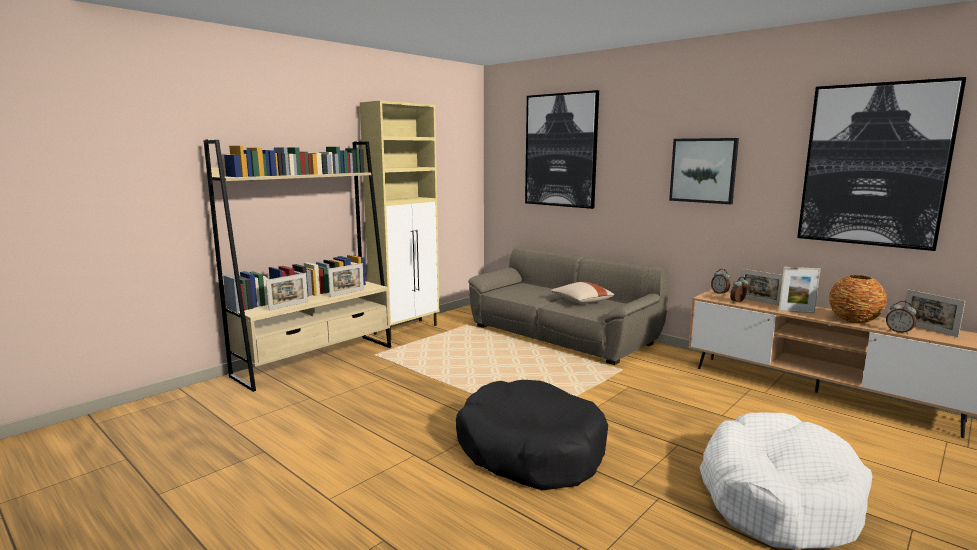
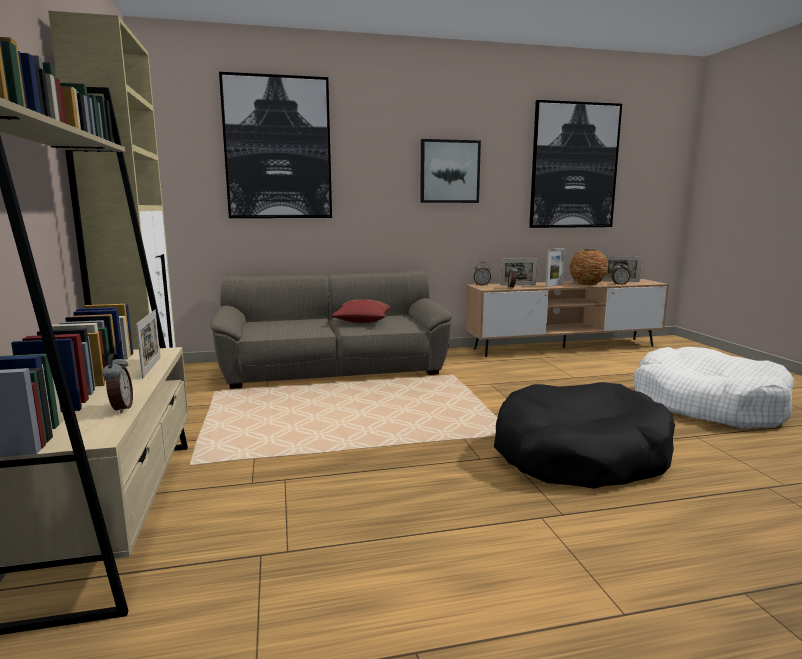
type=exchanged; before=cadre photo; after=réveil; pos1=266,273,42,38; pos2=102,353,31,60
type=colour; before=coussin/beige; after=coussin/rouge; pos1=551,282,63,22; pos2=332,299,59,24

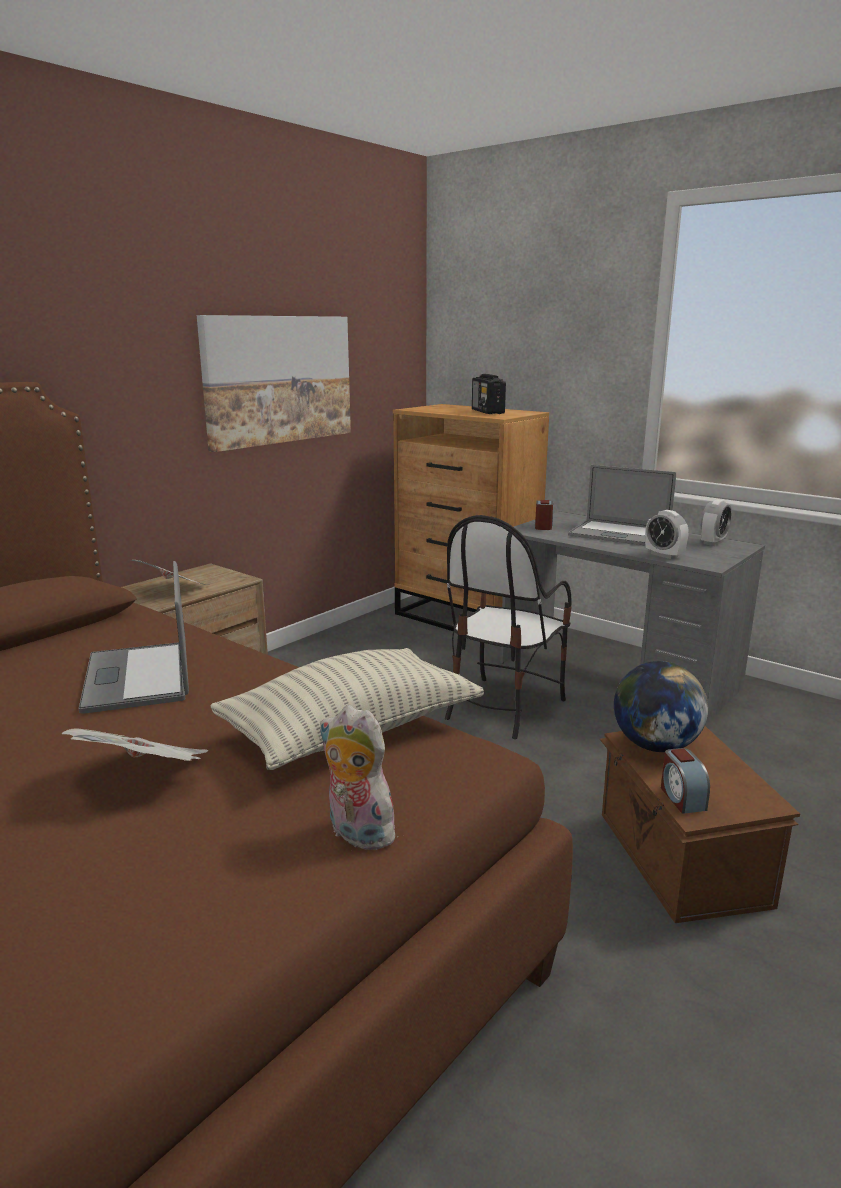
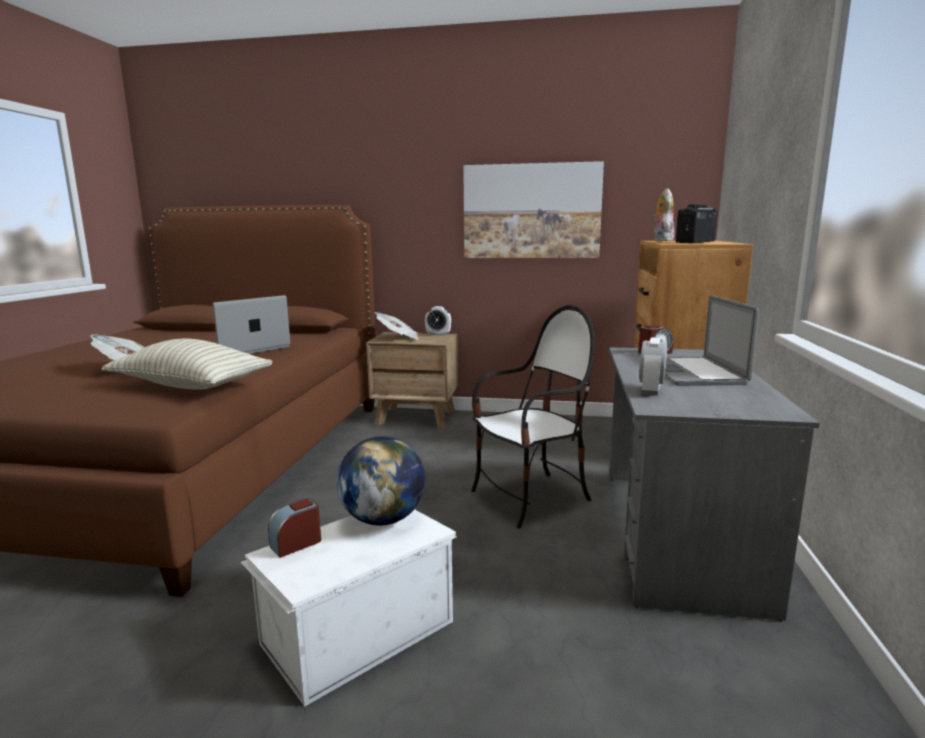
type=relocated; before=peluche; pos1=319,705,79,145; pos2=652,189,23,52
type=relocated; before=réveil; pos1=701,499,31,47; pos2=425,306,26,30
type=colour; before=boîte de rangement/marron; after=boîte de rangement/blanc; pos1=600,726,200,197; pos2=241,509,216,198
type=spun; before=chaise; pos1=445,515,127,224; pos2=471,305,124,223; turn=150

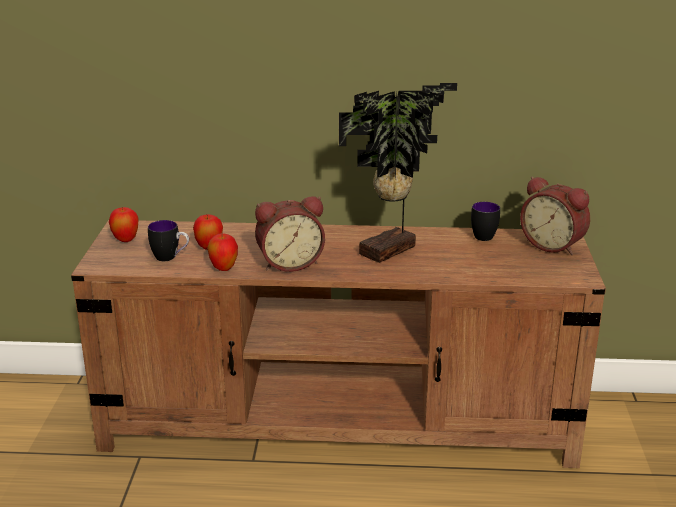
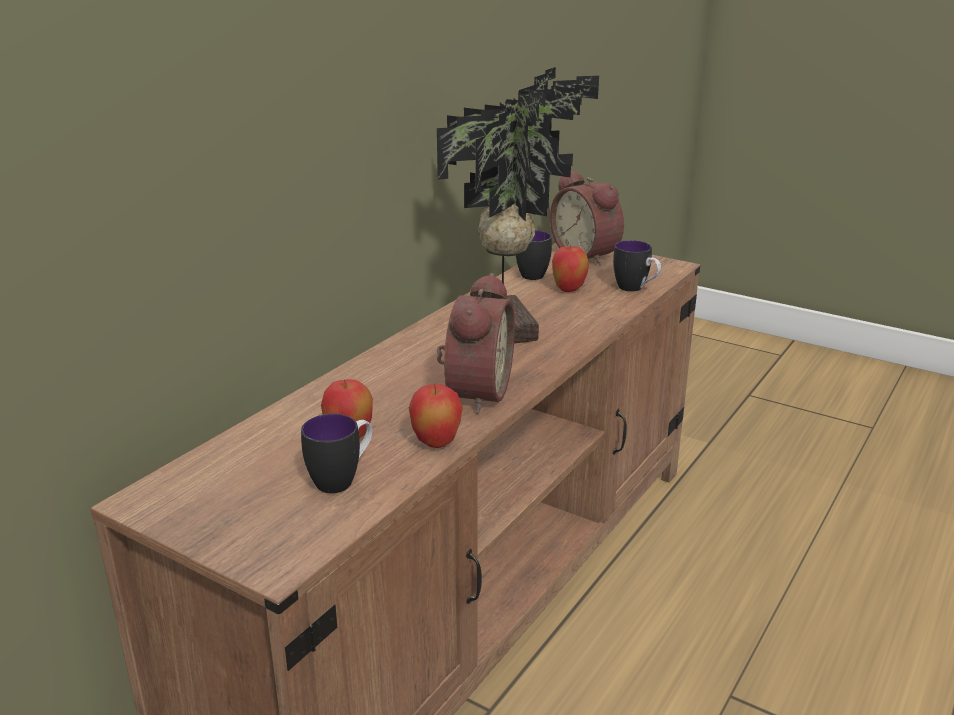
type=appeared; after=mug; pos2=613,240,48,52
type=relocated; before=pomme; pos1=109,207,30,35; pos2=552,245,37,47
type=spun; before=réveil; pos1=520,176,70,79; pos2=550,171,74,95; turn=75

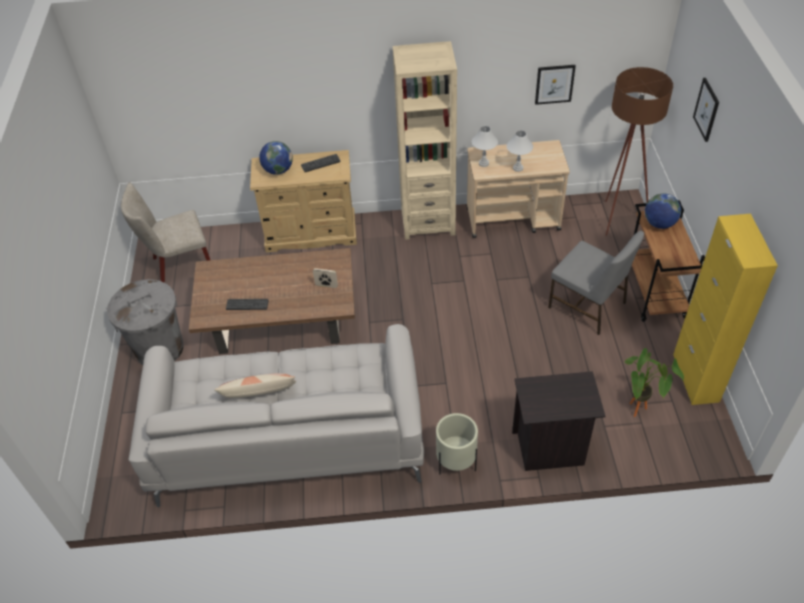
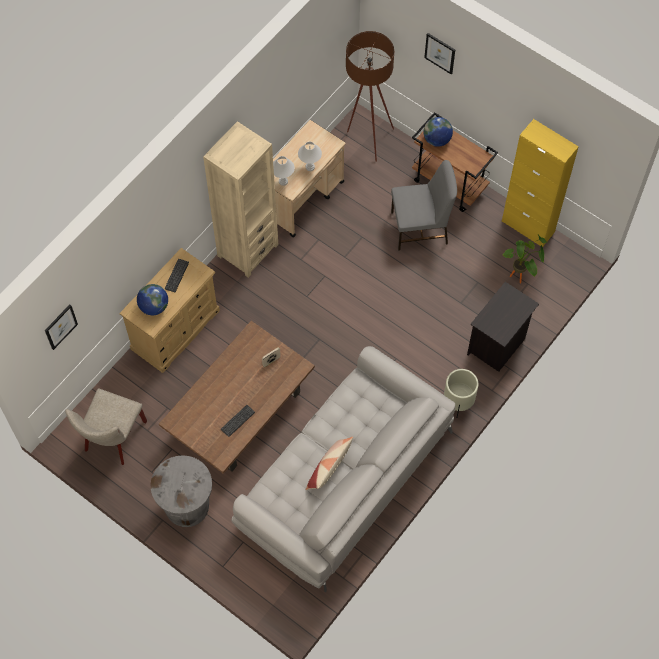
type=relocated; before=tableau; pos1=535,65,41,40; pos2=45,305,33,45

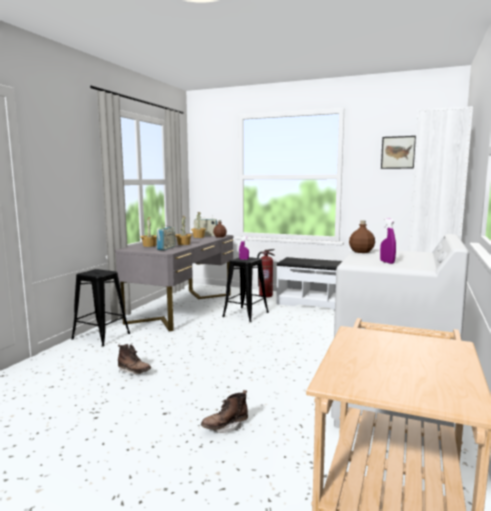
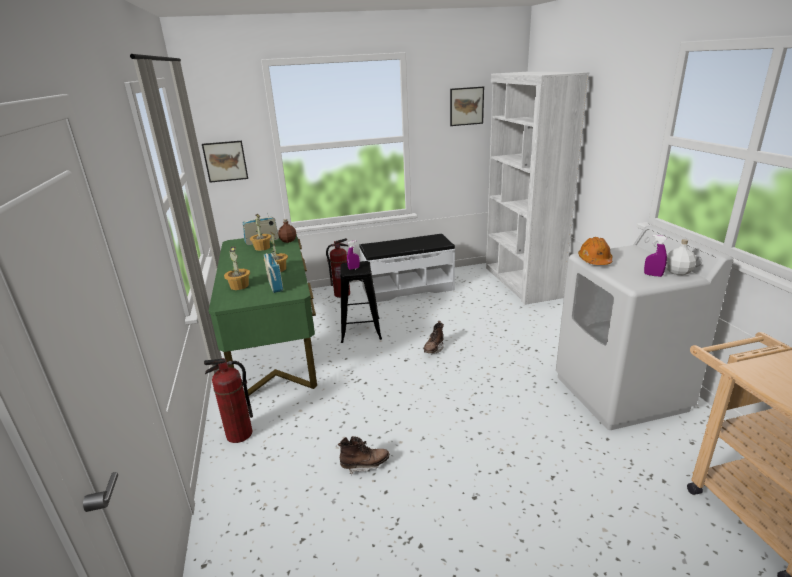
type=appeared; after=tableau; pos2=202,141,46,42
type=appeared; after=bouteille/blanc; pos2=666,239,30,36
type=relocated; before=botte/marron; pos1=201,390,47,43; pos2=423,321,21,32
type=exchanged; before=tabouret/noir; after=extincteur; pos1=71,269,59,77; pos2=204,358,49,85
type=exchanged; before=bouteille/marron; after=casque de chantier/orange; pos1=349,221,26,32; pos2=578,237,34,28
type=colour; before=bureau/gris; after=bureau/vert; pos1=115,233,119,98; pos2=209,234,108,164

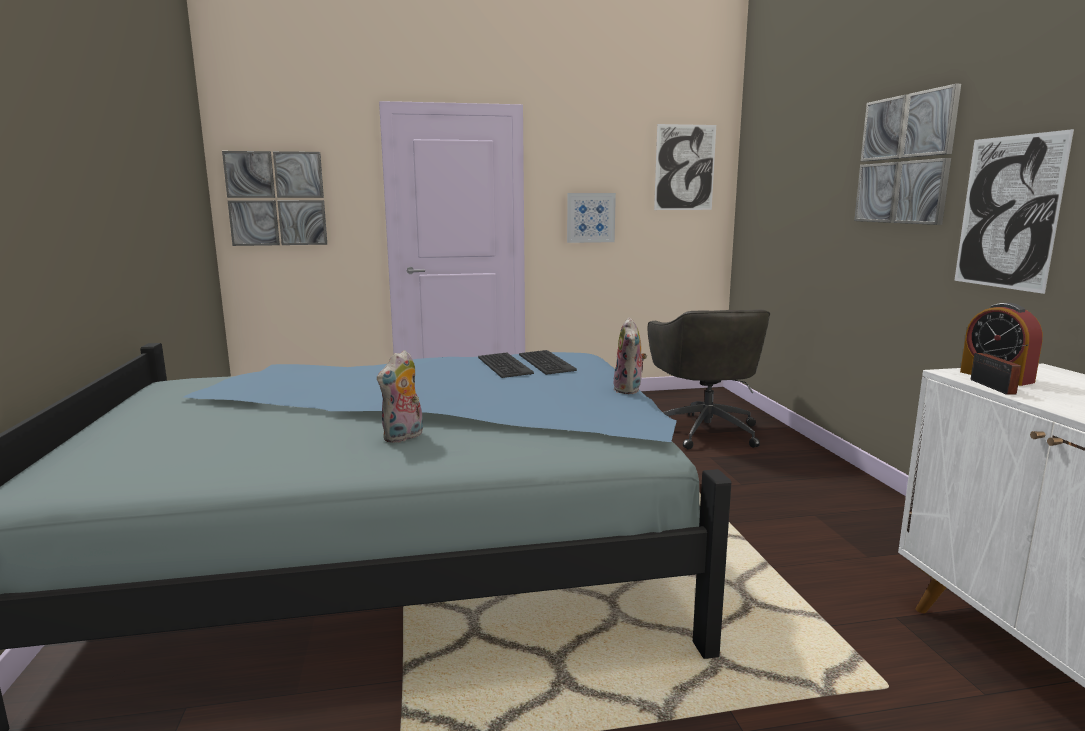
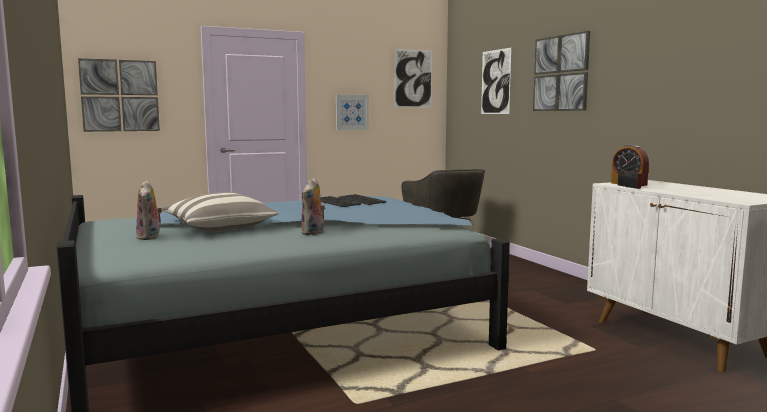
type=appeared; after=coussin; pos2=162,192,117,40
type=relocated; before=peluche; pos1=613,317,34,77; pos2=136,180,26,60
type=relocated; before=tableau; pos1=954,129,120,165; pos2=481,47,31,67

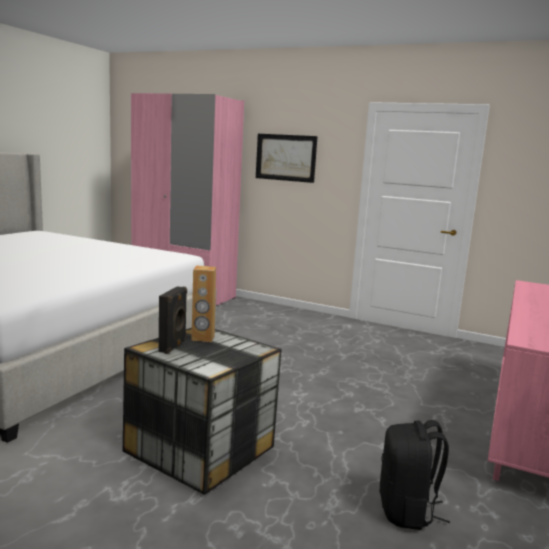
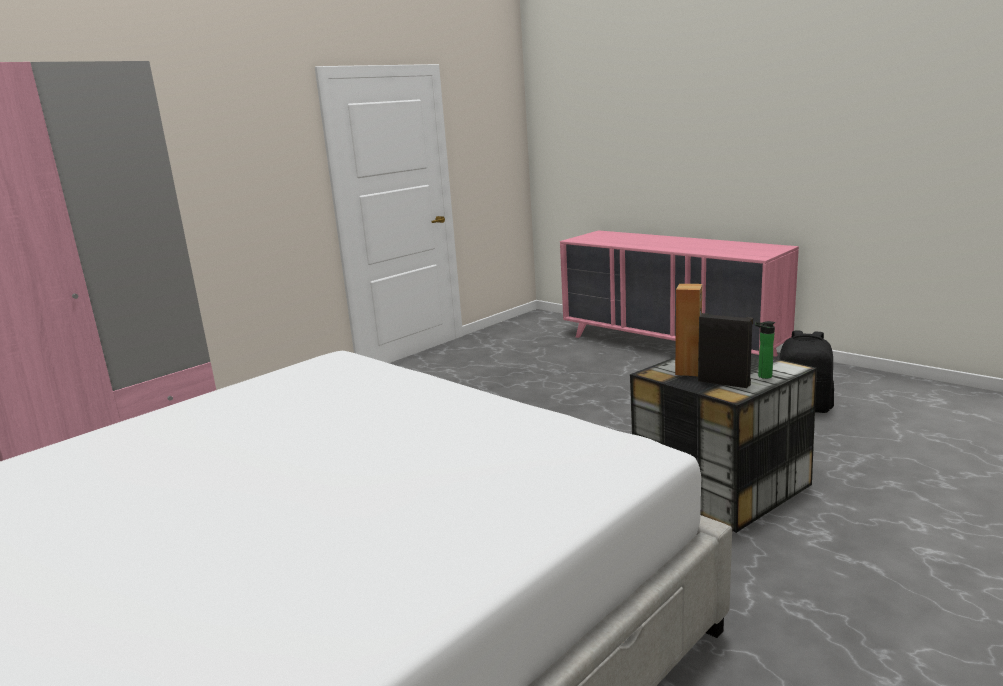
type=missing; before=tableau; pos1=256,134,62,49
type=appeared; after=bouteille; pos2=755,321,20,58

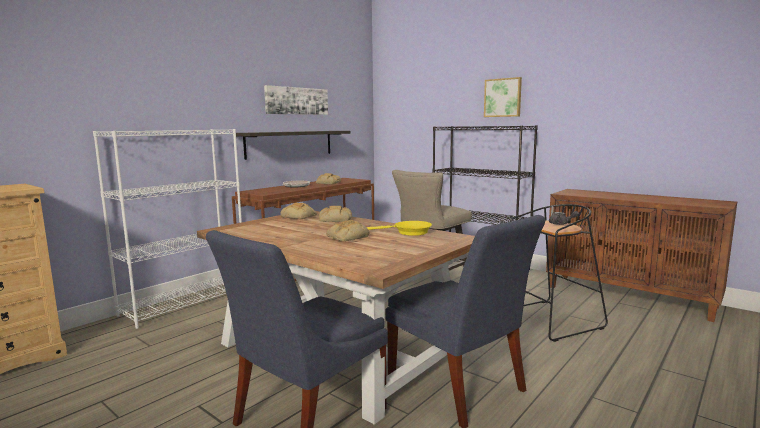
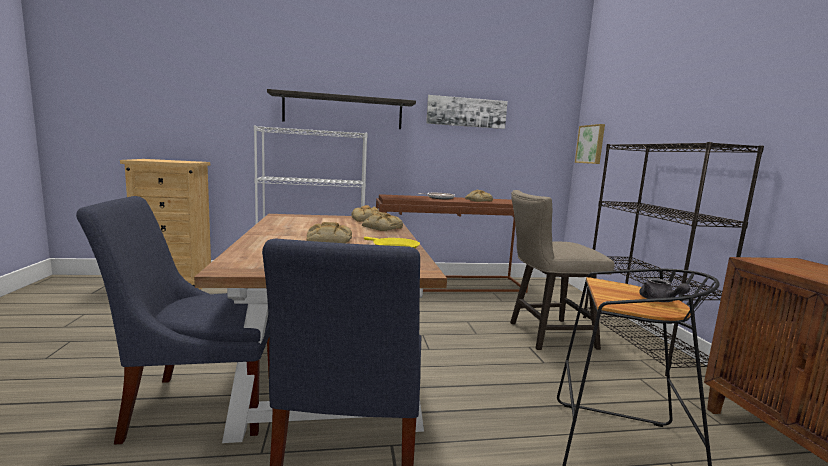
type=relocated; before=étagère; pos1=236,131,115,29; pos2=267,89,149,40
type=relocated; before=tableau; pos1=484,77,38,40; pos2=575,124,30,40

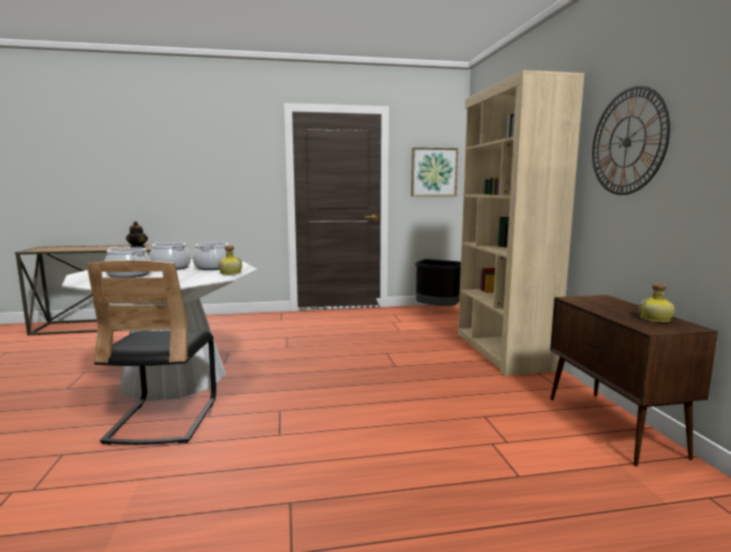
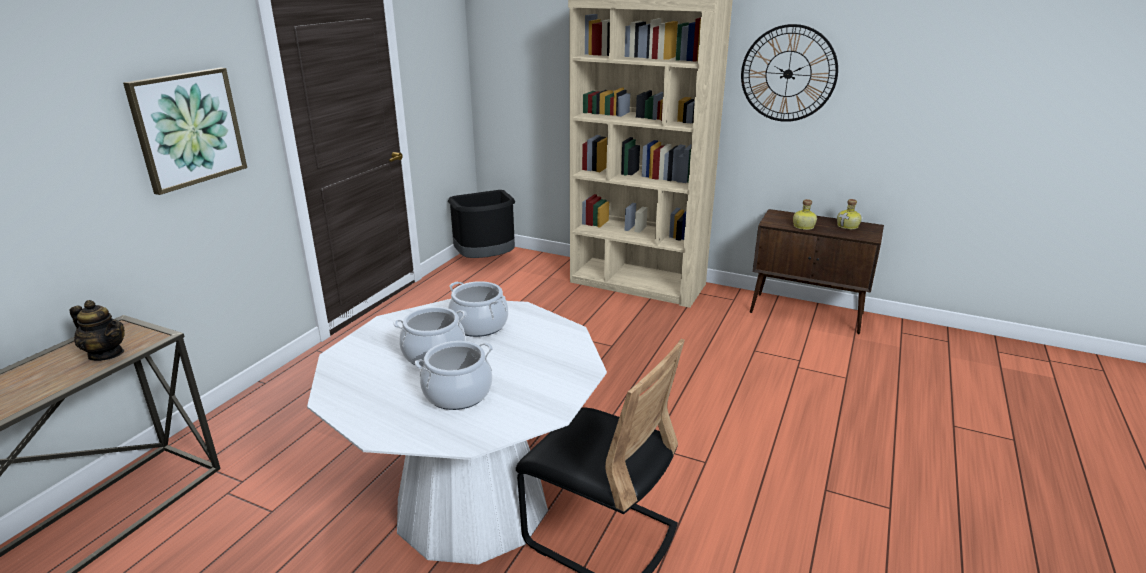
type=relocated; before=bouteille; pos1=218,245,24,30; pos2=793,199,24,31
type=relocated; before=tableau; pos1=411,147,47,49; pos2=123,68,124,127

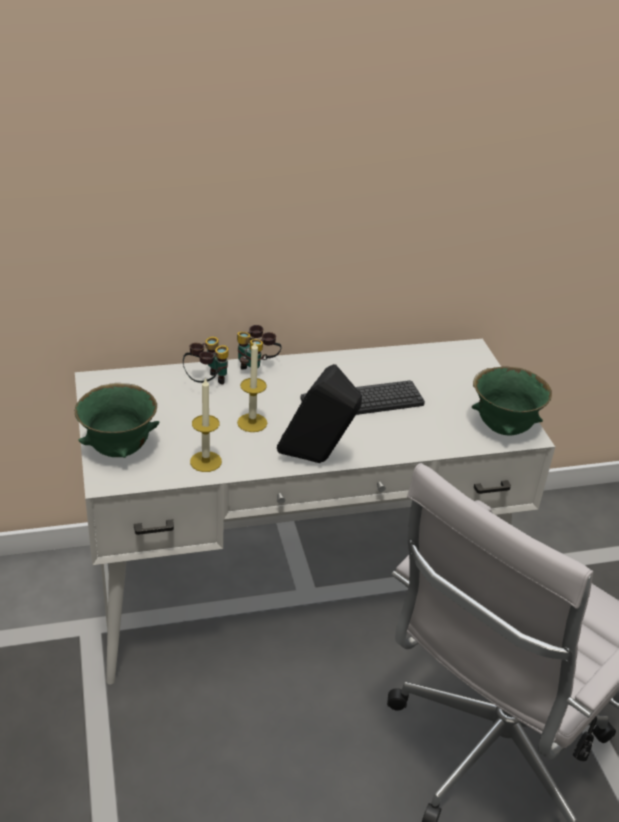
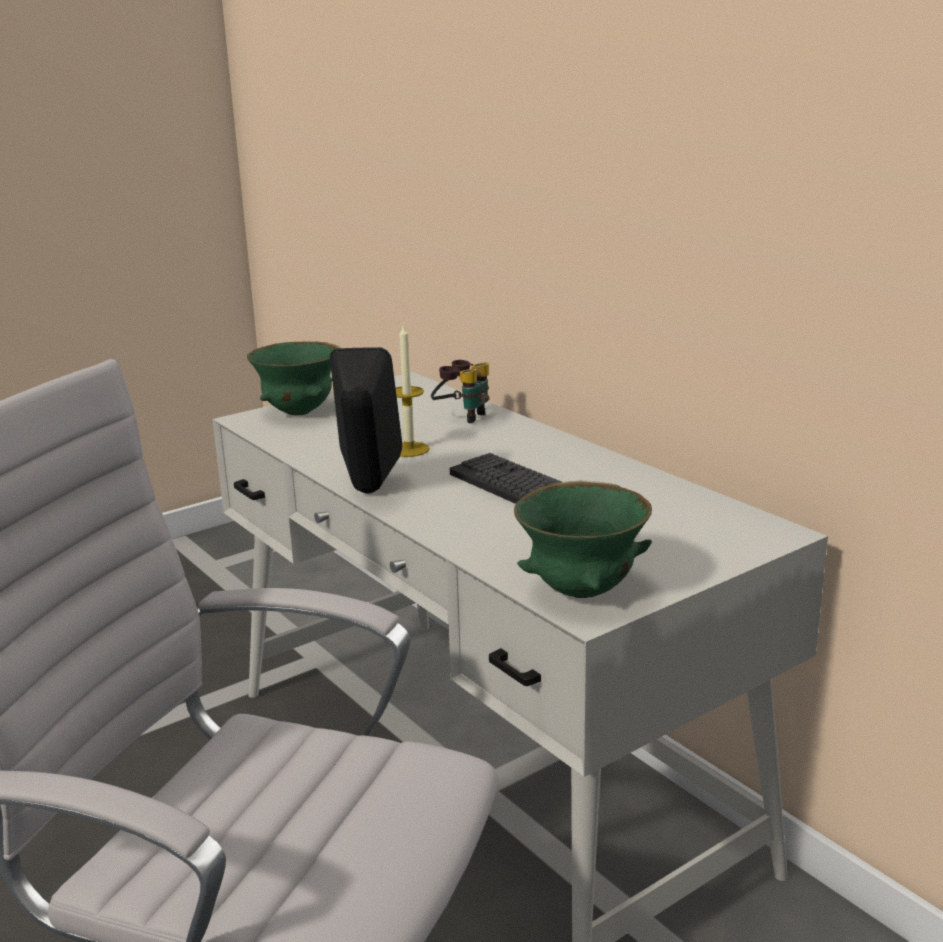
type=missing; before=bougie; pos1=190,377,32,95
type=missing; before=jumelles; pos1=237,325,45,45

